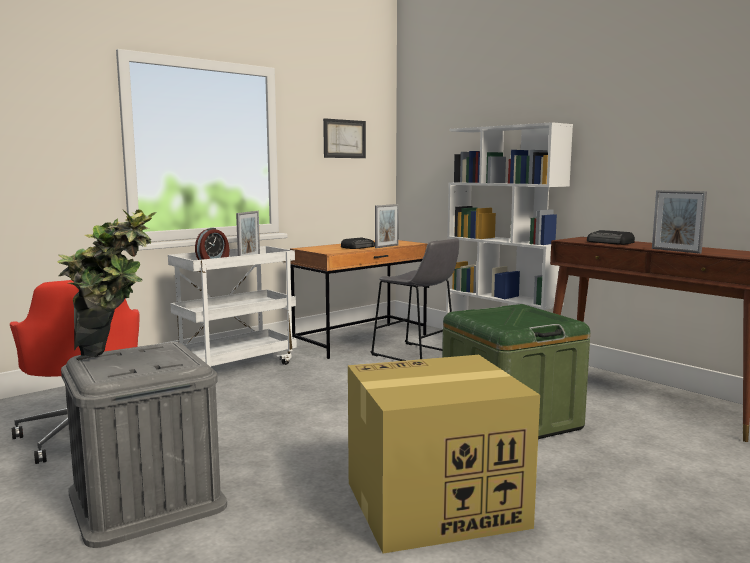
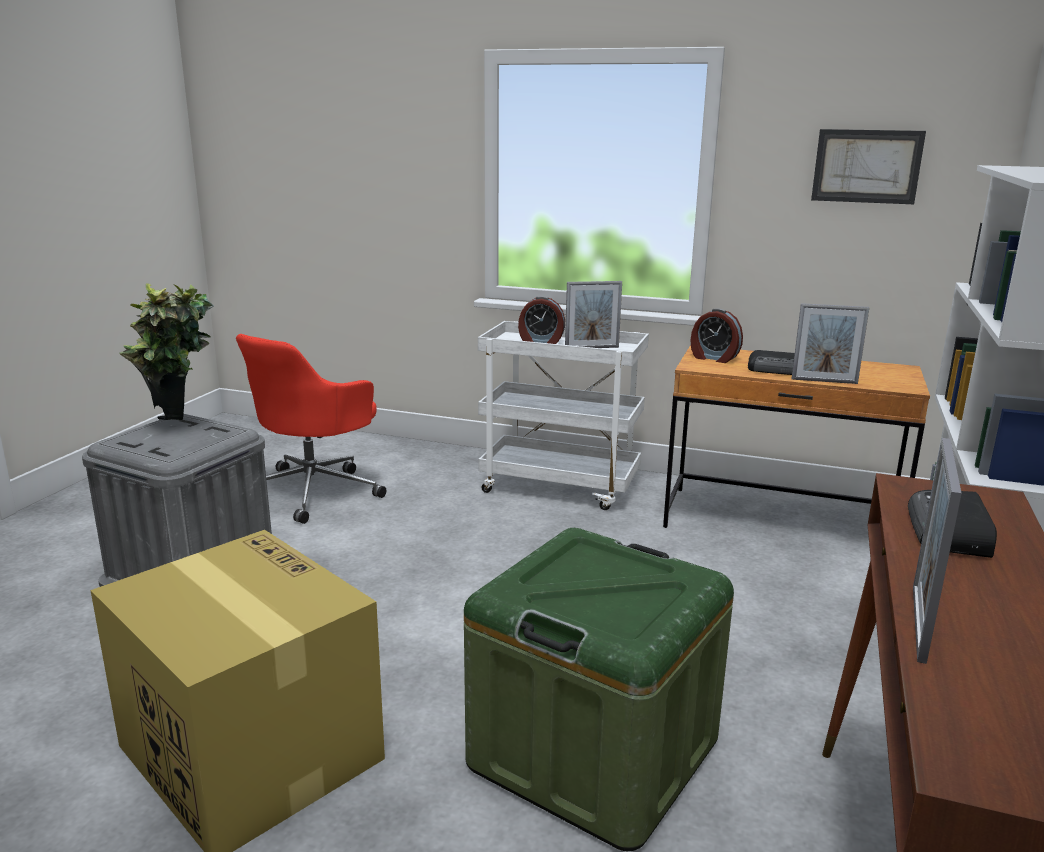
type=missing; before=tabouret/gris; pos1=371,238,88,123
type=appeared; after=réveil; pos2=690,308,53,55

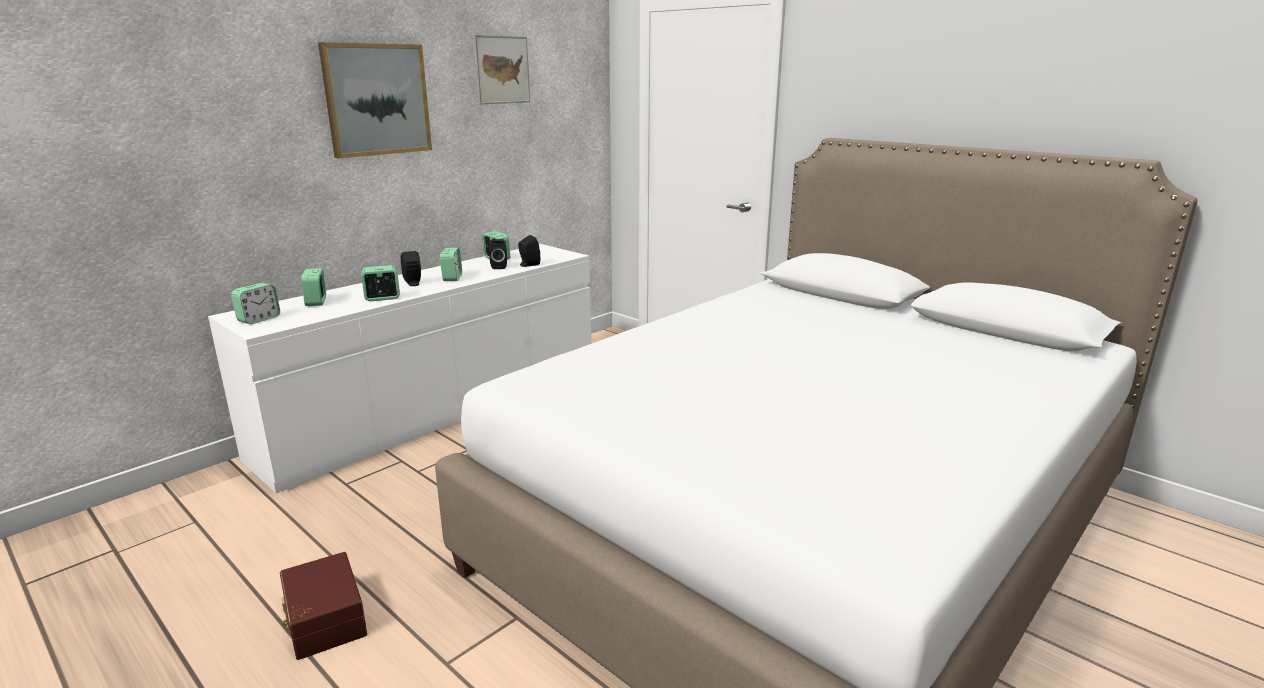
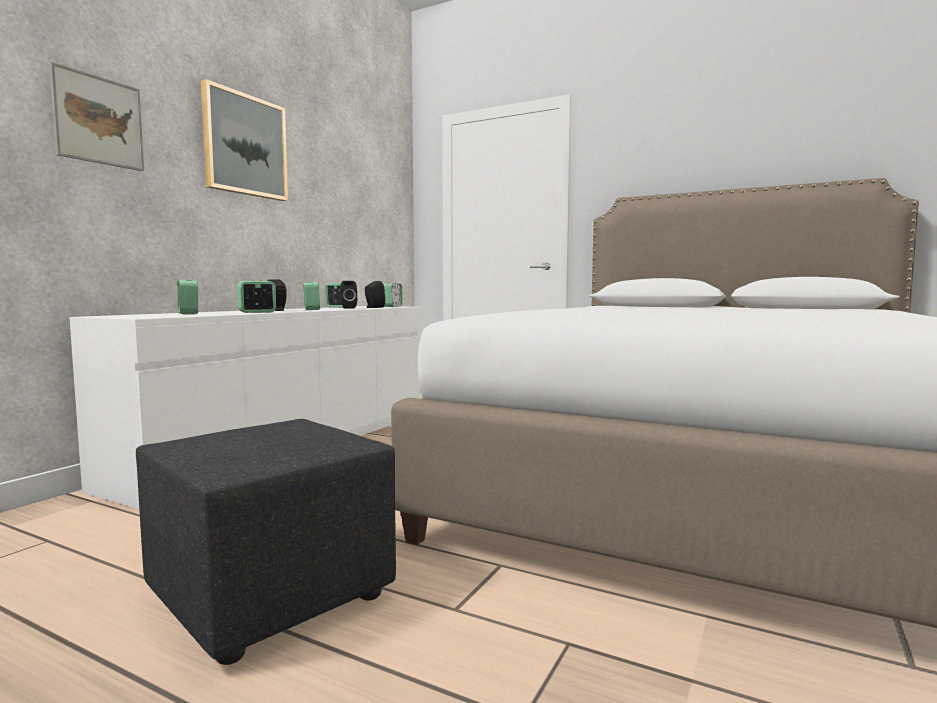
type=relocated; before=réveil; pos1=231,283,49,41; pos2=383,283,20,24
type=relocated; before=tableau; pos1=473,35,57,69; pos2=49,62,95,109
type=exchanged; before=boîte de rangement/marron; after=pouf/noir; pos1=280,552,87,108; pos2=136,419,260,246

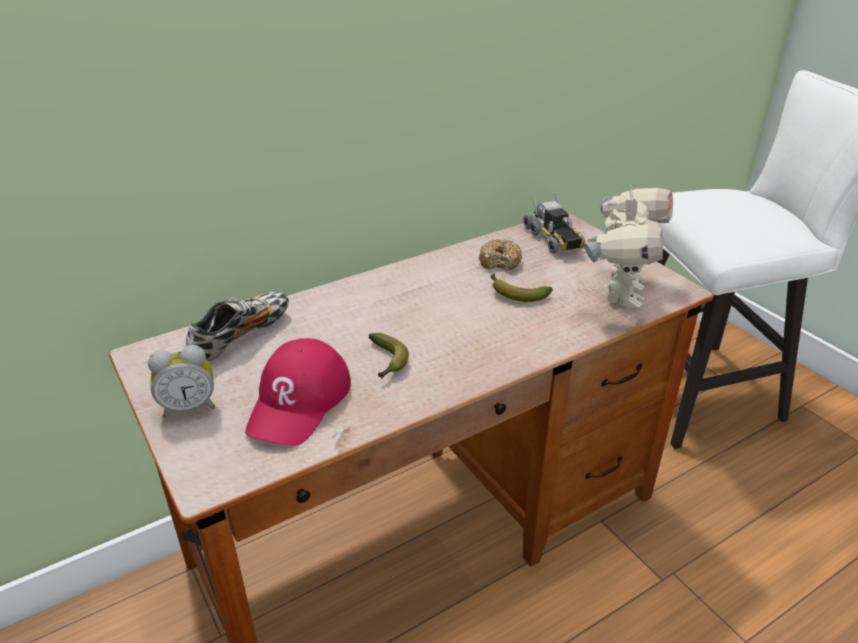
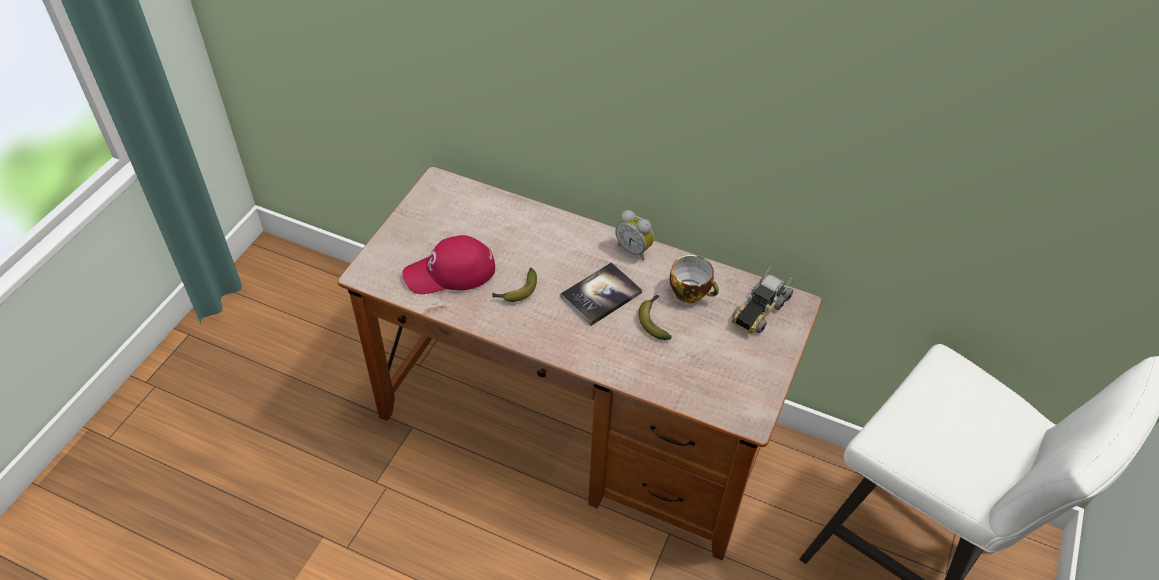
type=missing; before=chaussure; pos1=186,292,103,69
type=missing; before=robot jouet; pos1=584,184,89,124
type=appeared; after=livre; pos2=560,262,82,64
type=relocated; before=réveil; pos1=148,345,67,73; pos2=615,210,39,50
type=exchanged; before=beignet; after=tasse; pos1=479,239,43,32; pos2=670,255,49,48

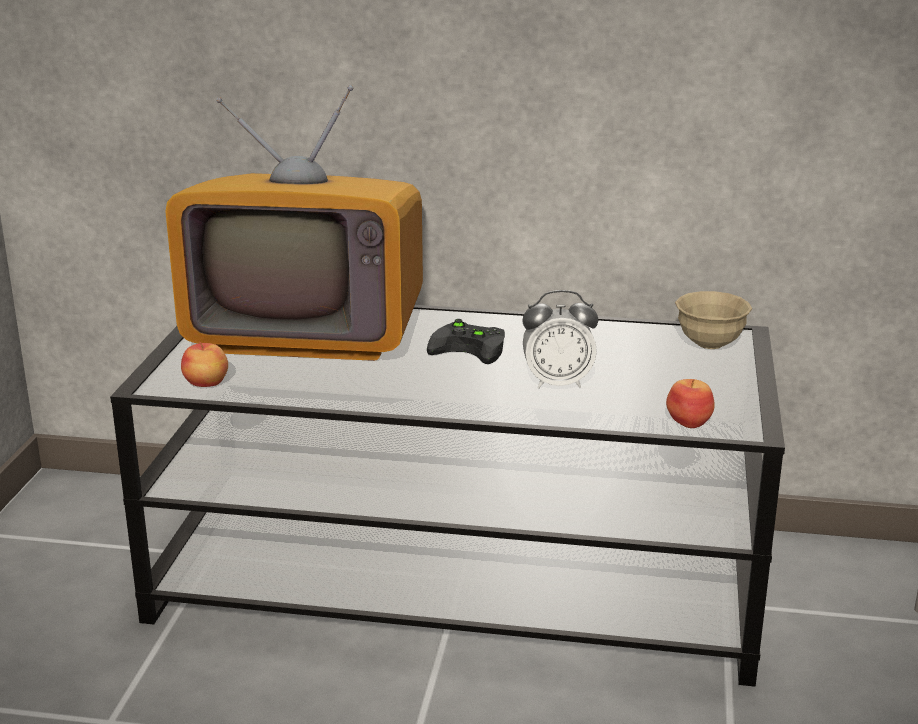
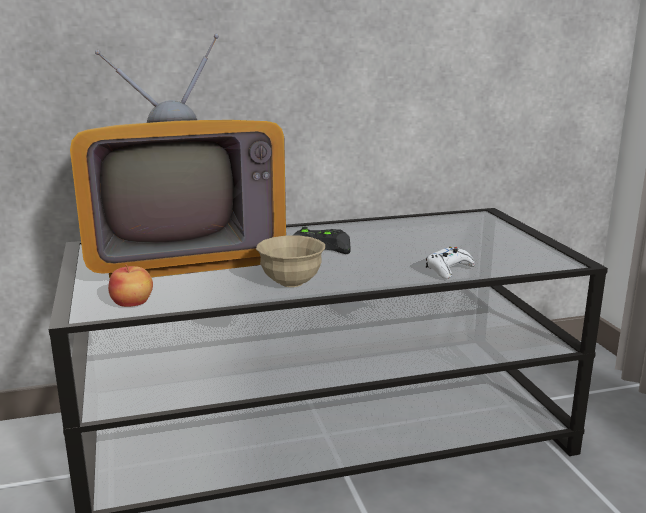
type=missing; before=réveil; pos1=522,290,76,99
type=missing; before=pomme; pos1=666,379,49,49
type=appeared; after=manette/blanc; pos2=426,247,49,32
type=relocated; before=bol/beige; pos1=675,291,77,58; pos2=256,235,69,52

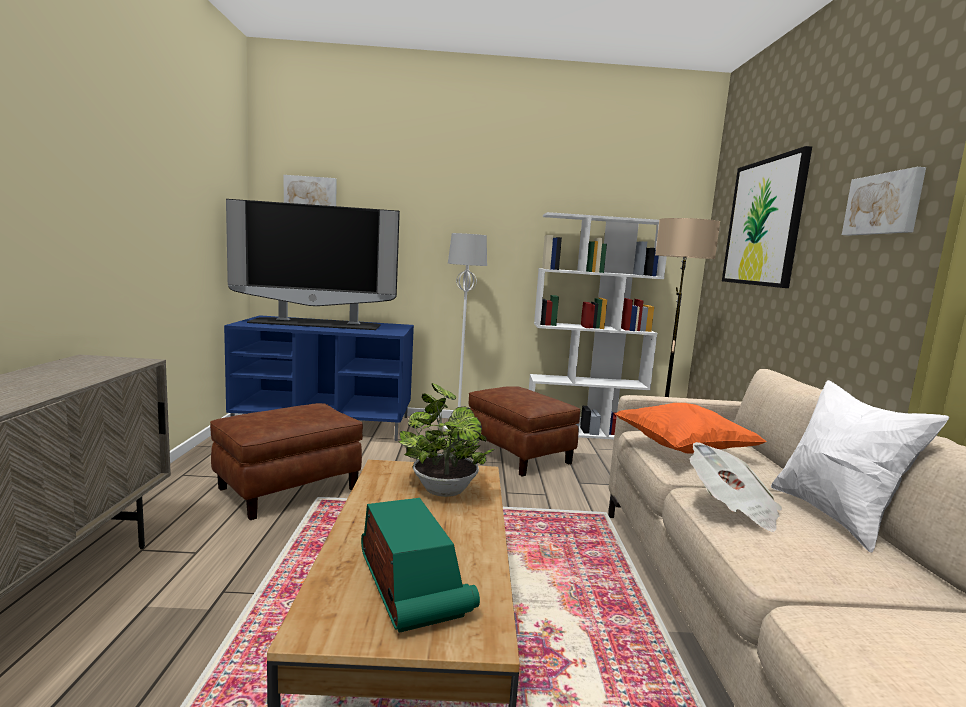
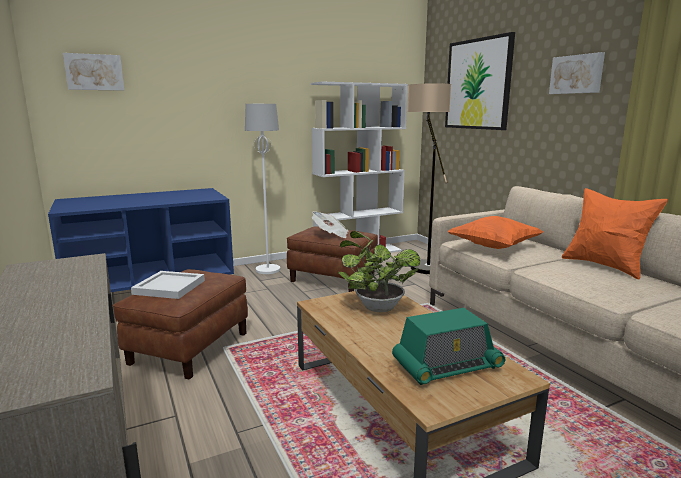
type=missing; before=téléviseur; pos1=226,199,174,131
type=appeared; after=plateau/blanc; pos2=131,271,74,28
type=relocated; before=journal; pos1=690,442,92,91; pos2=312,211,37,27
type=colour; before=coussin/blanc; after=coussin/orange; pos1=771,380,178,173; pos2=562,188,106,91
type=spun; before=radio; pos1=361,498,119,135; pos2=392,308,113,77; turn=120

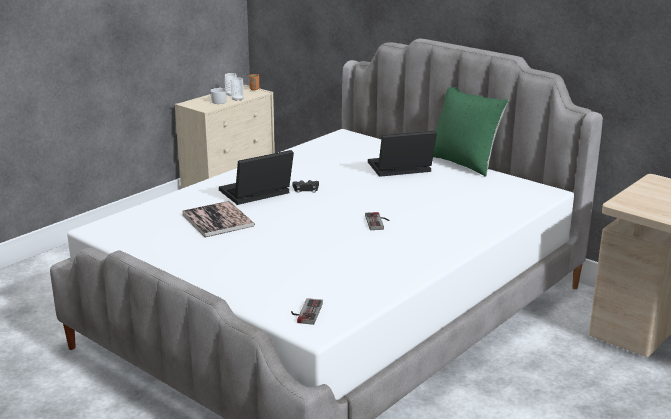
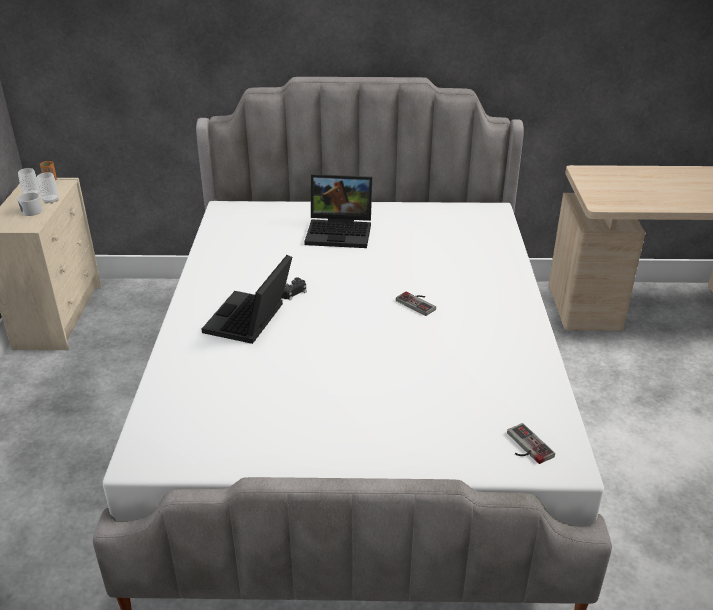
type=missing; before=livre; pos1=182,201,73,37
type=missing; before=coussin/vert; pos1=433,87,75,90
type=spun; before=ordinateur portable; pos1=368,131,69,46; pos2=304,174,68,74; turn=-120

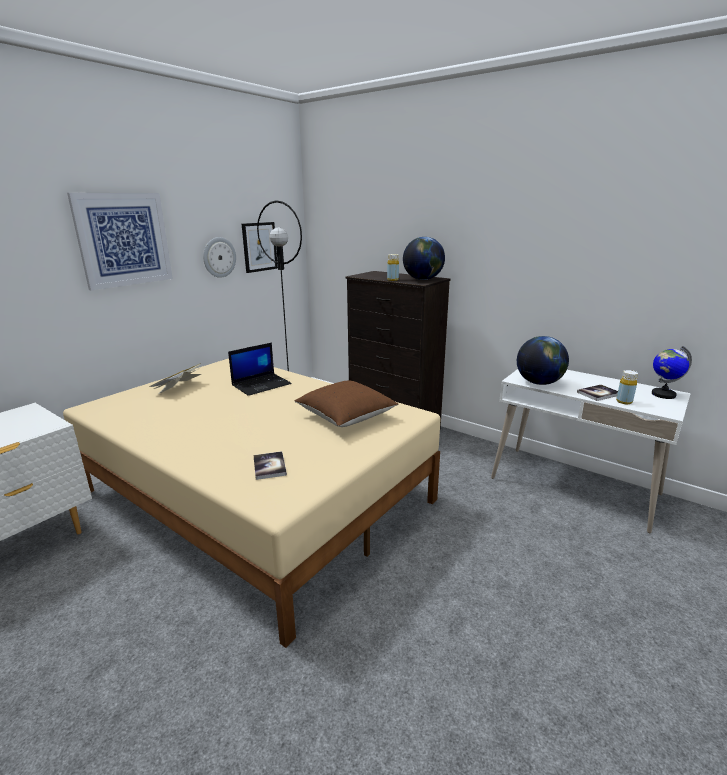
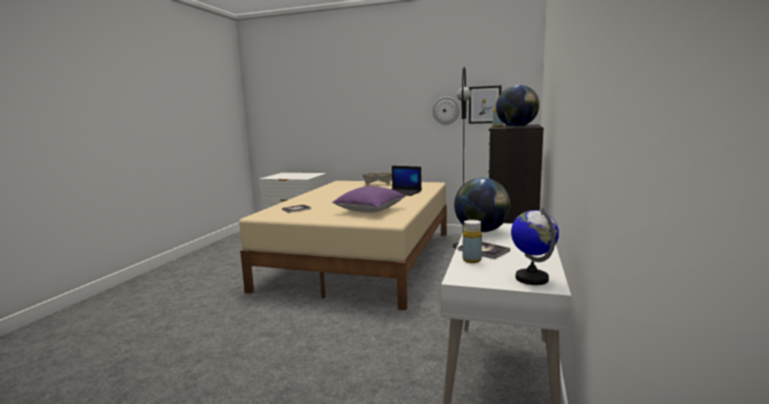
type=missing; before=tableau; pos1=67,193,106,97
type=colour; before=coussin/marron; after=coussin/violet; pos1=295,380,103,47; pos2=332,186,73,27

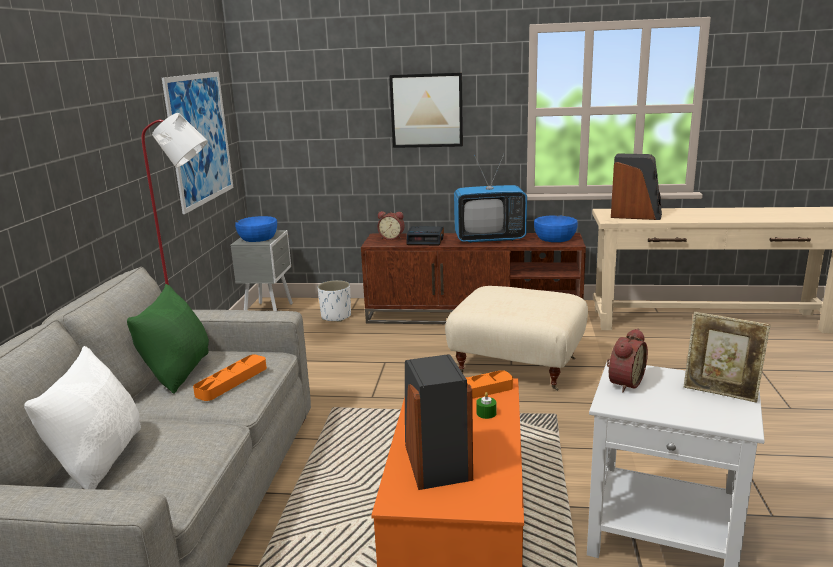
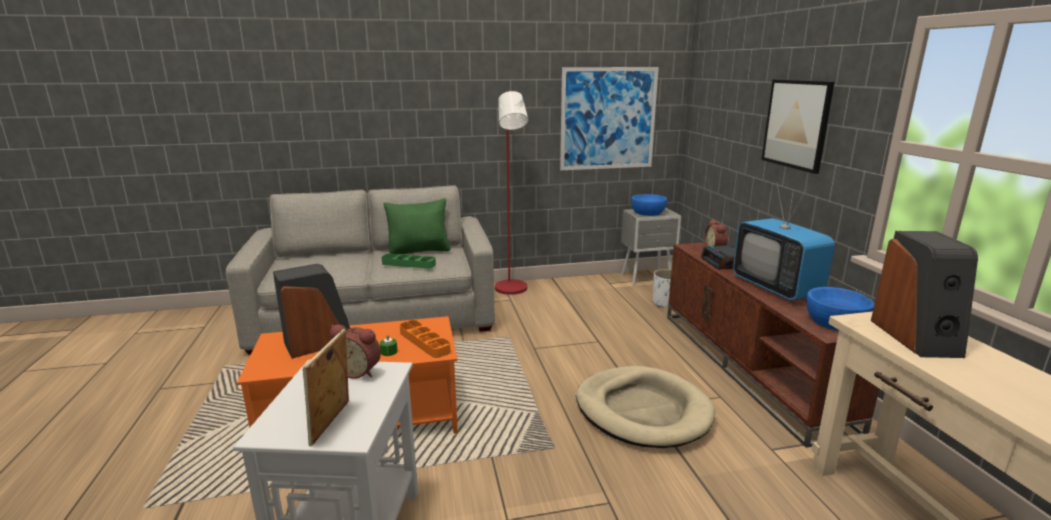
type=missing; before=coussin/blanc; pos1=25,346,116,143
type=exchanged; before=pouf/beige; after=panier pour chien/beige; pos1=445,286,143,105; pos2=576,366,139,82
type=colour; before=plateau/orange; after=plateau/vert; pos1=193,354,74,47; pos2=382,254,54,15

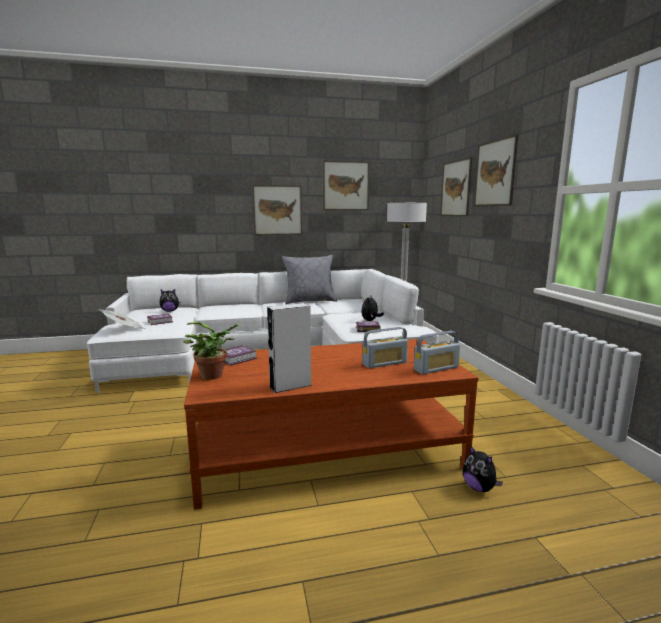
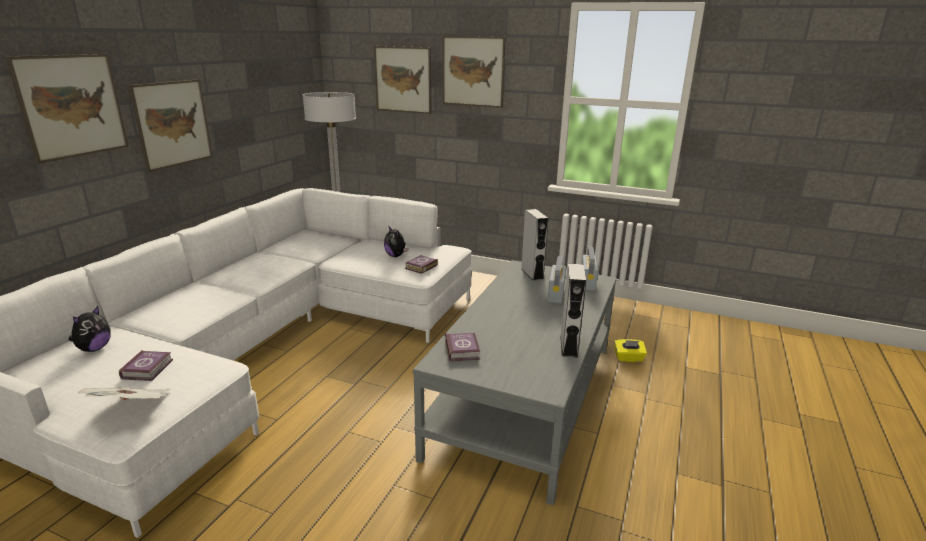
type=missing; before=plante en pot; pos1=183,321,59,59
type=missing; before=coussin/gris; pos1=282,255,55,49
type=appeared; after=enceinte/gris; pos2=521,209,27,71
type=relocated; before=tableau; pos1=323,160,46,50; pos2=5,54,124,110
type=exchanged; before=peluche; after=boîte à mouchoirs/jaune; pos1=463,445,40,47; pos2=614,339,33,23
type=colour; before=table basse/marron; after=table basse/gris; pos1=184,339,295,171; pos2=413,260,204,245

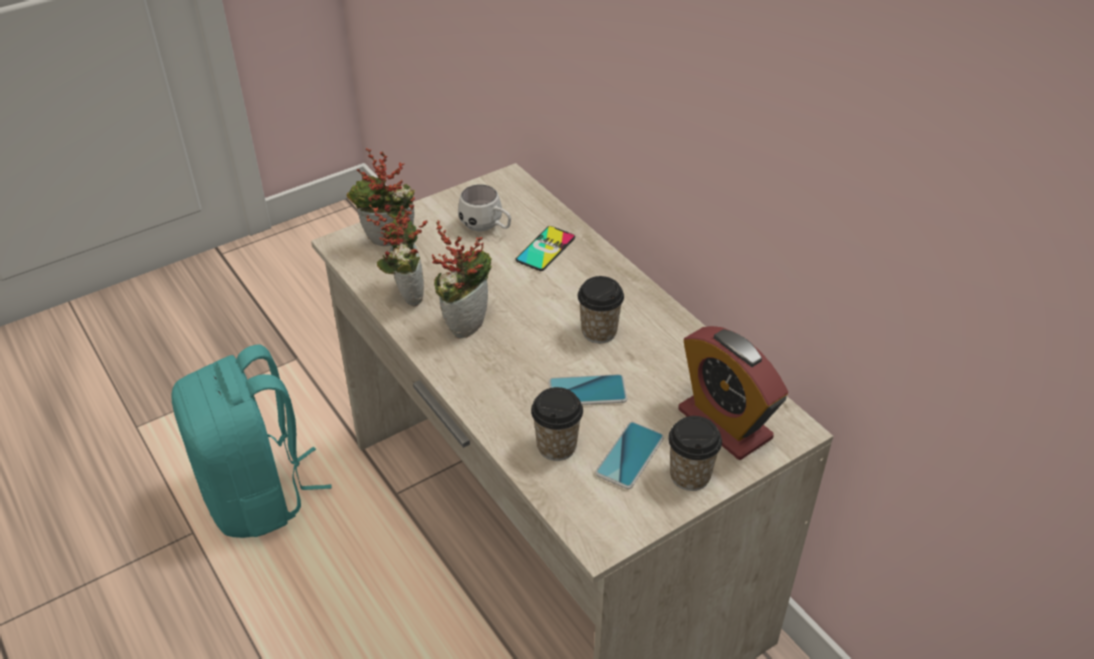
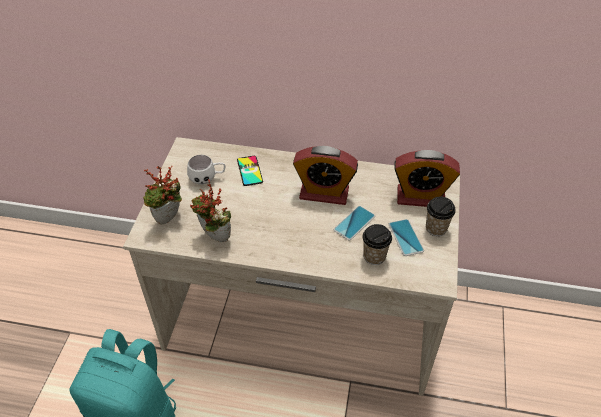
type=missing; before=plante en pot; pos1=432,221,60,118
type=exchanged; before=tasse; after=réveil; pos1=578,276,46,67; pos2=293,146,65,59

